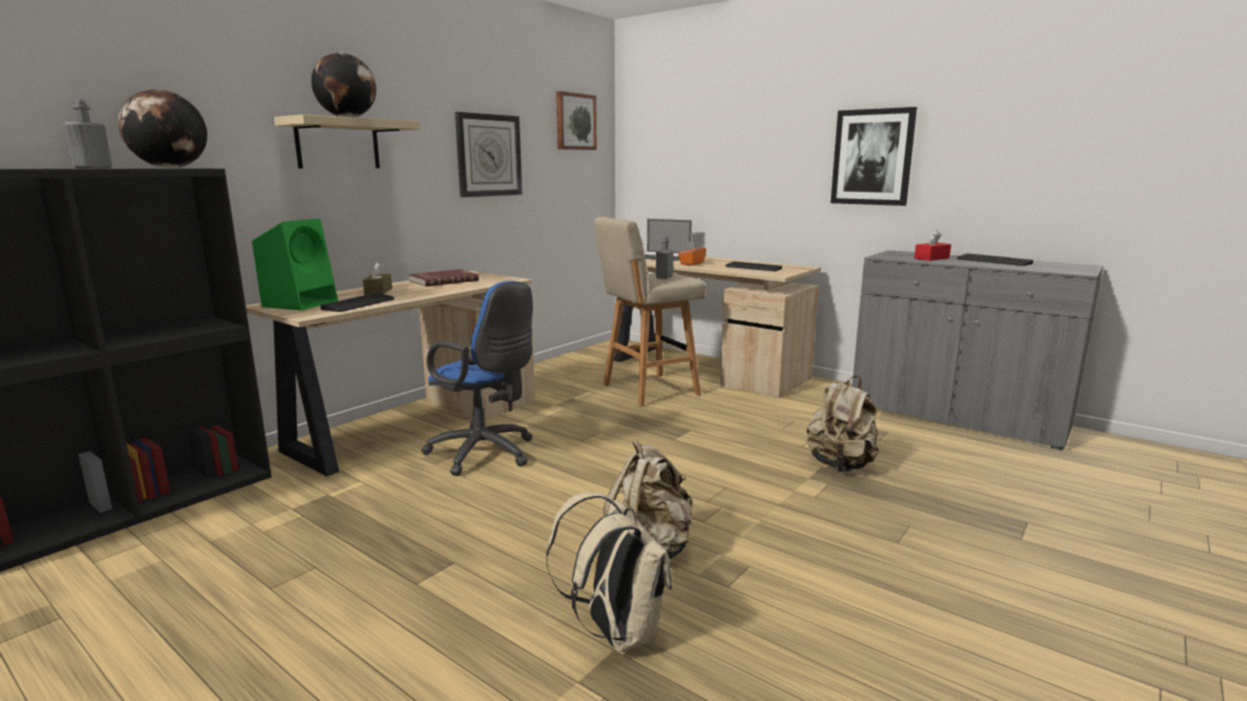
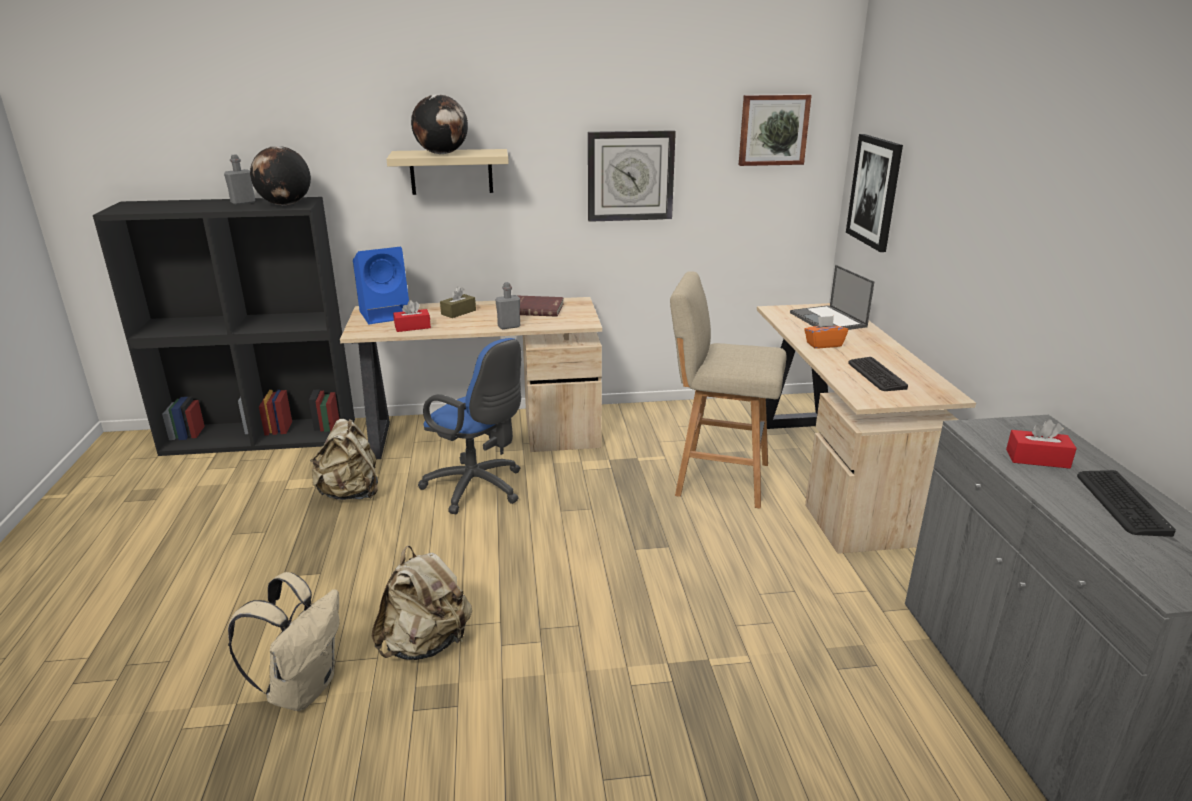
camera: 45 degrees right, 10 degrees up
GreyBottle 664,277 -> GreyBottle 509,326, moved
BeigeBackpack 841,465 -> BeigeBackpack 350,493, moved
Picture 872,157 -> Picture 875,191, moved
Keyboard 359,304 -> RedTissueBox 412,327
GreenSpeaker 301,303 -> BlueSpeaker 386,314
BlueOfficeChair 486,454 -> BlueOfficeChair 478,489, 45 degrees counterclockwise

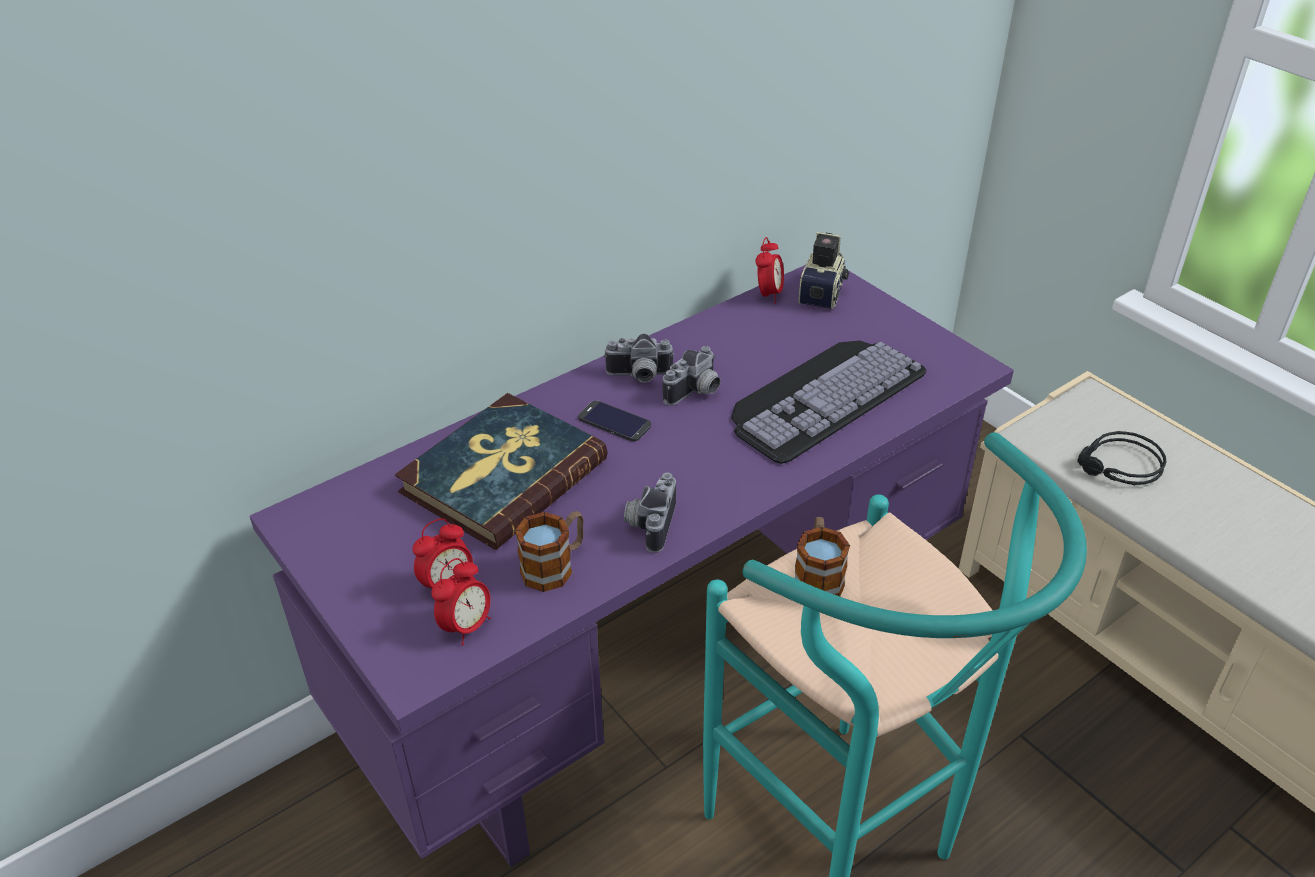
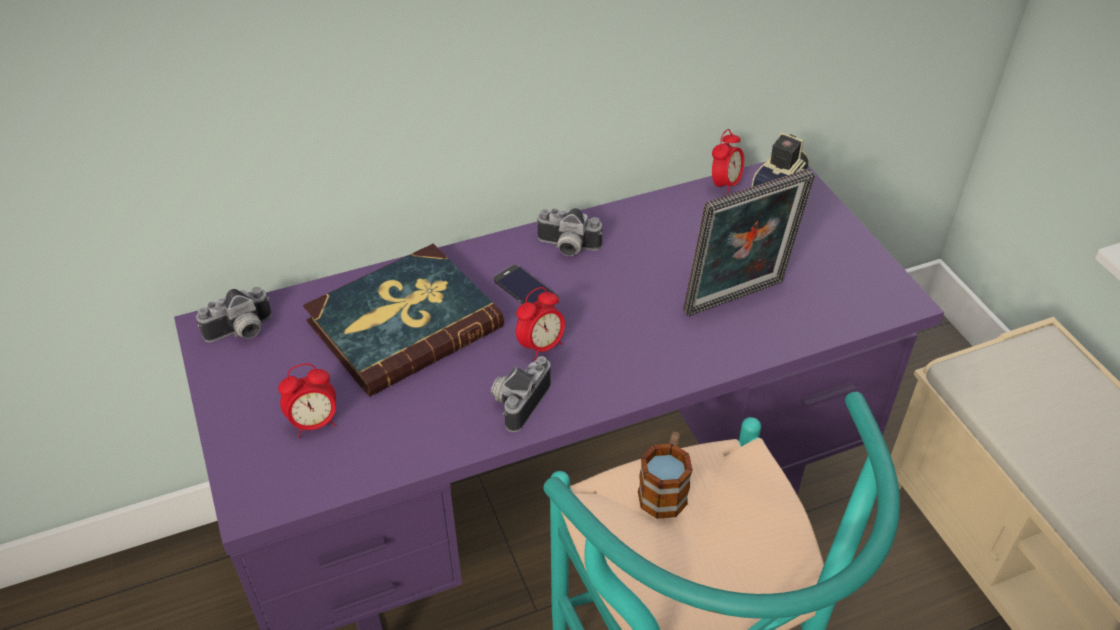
camera: 15 degrees right, 5 degrees up
Mug 555,566 -> none
BlackHeadphones 1119,467 -> none
AlarmClock 466,626 -> AlarmClock 541,346, moved
PhotoCamera 696,393 -> PhotoCamera 241,332, moved
Keyboard 823,394 -> PictureFrame 737,301

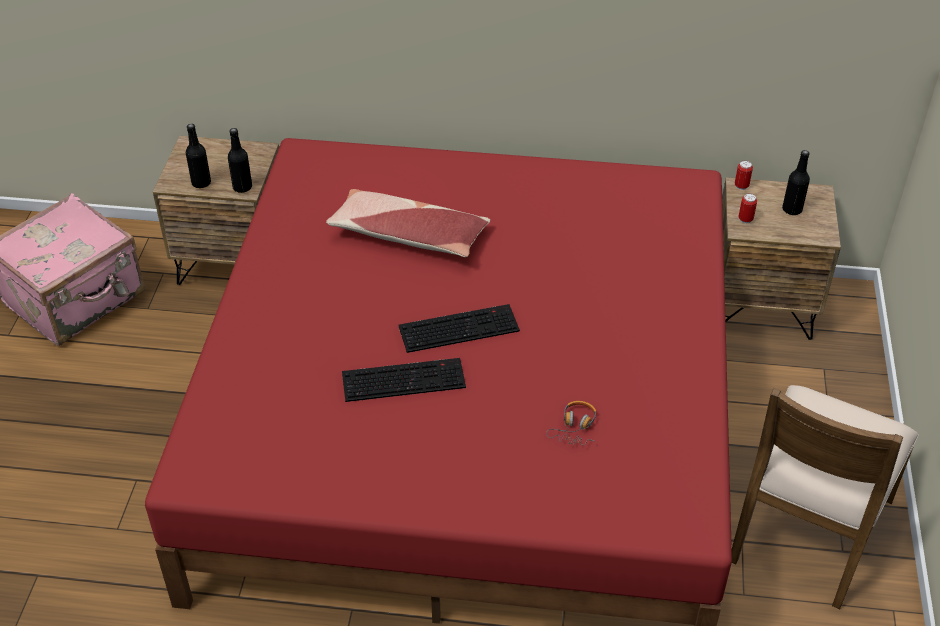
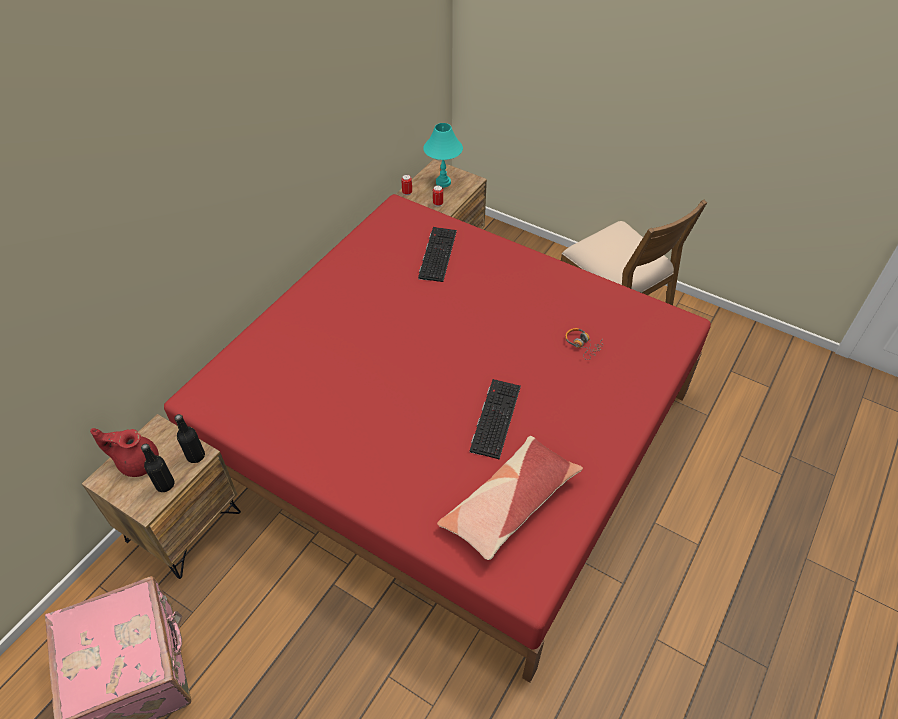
camera: 65 degrees left, 5 degrees up
none -> RedTeapot 137,462
Pillow 408,235 -> Pillow 509,504, moved
Keyboard 459,327 -> Keyboard 437,253, moved
BlackBottle 792,209 -> TurquoiseTableLamp 443,182

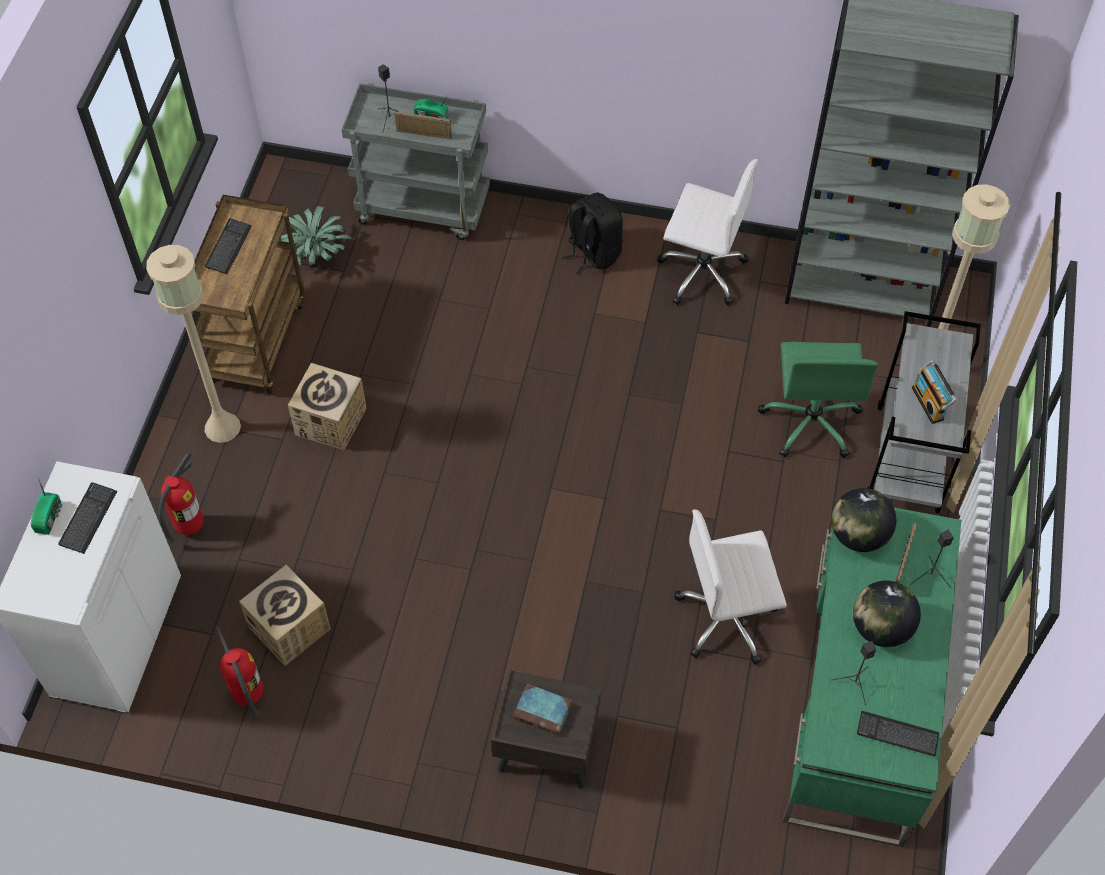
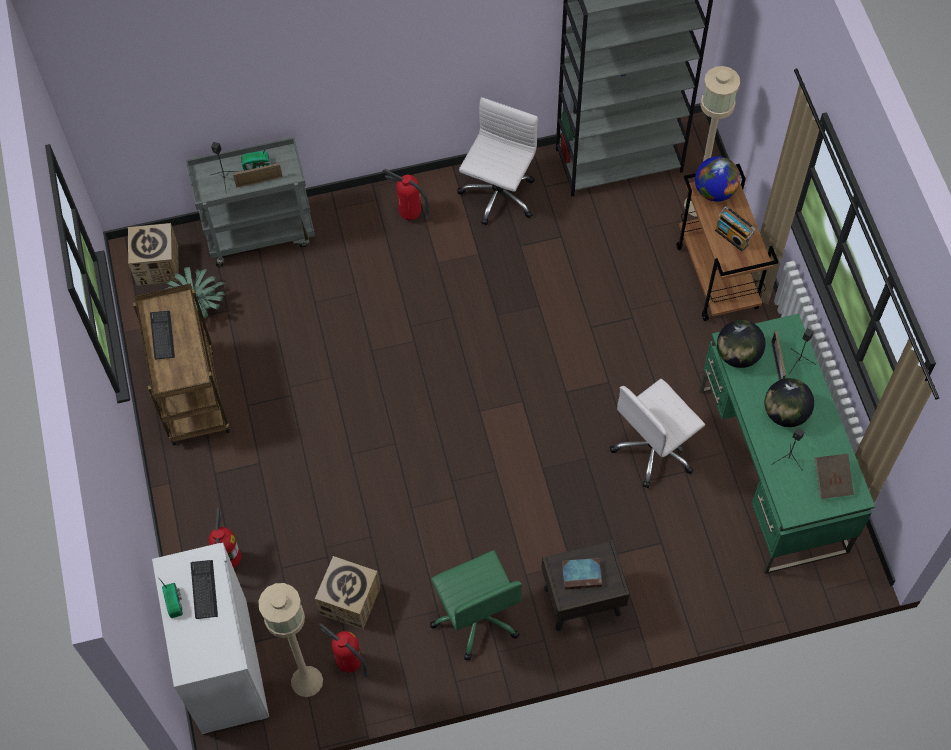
camera: 25 degrees left, 5 degrees up
none -> Globe 714,191
BeigeFloorLamp 223,427 -> BeigeFloorLamp 307,681, moved
CardboardBox 331,421 -> CardboardBox 157,265, moved
GreenOfficeChair 811,421 -> GreenOfficeChair 476,616, moved
BlackBackpack 592,252 -> FireExtinguisher 409,215
Keyboard 897,734 -> BrownBook 832,480
GreyCart 908,459 -> BrownCart 717,278
WhiteOfficeChair 700,271 -> WhiteOfficeChair 497,197, 60 degrees counterclockwise

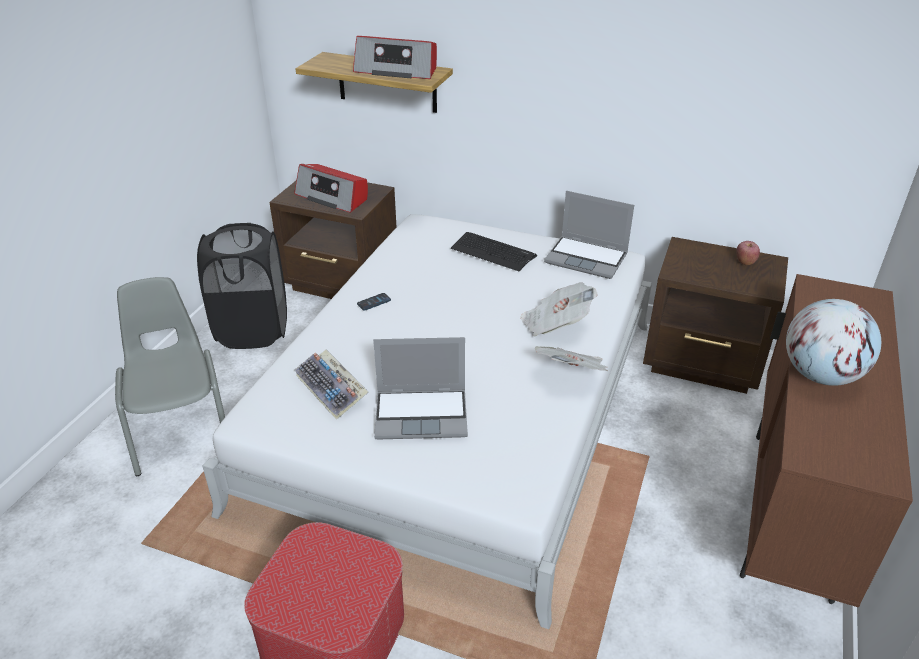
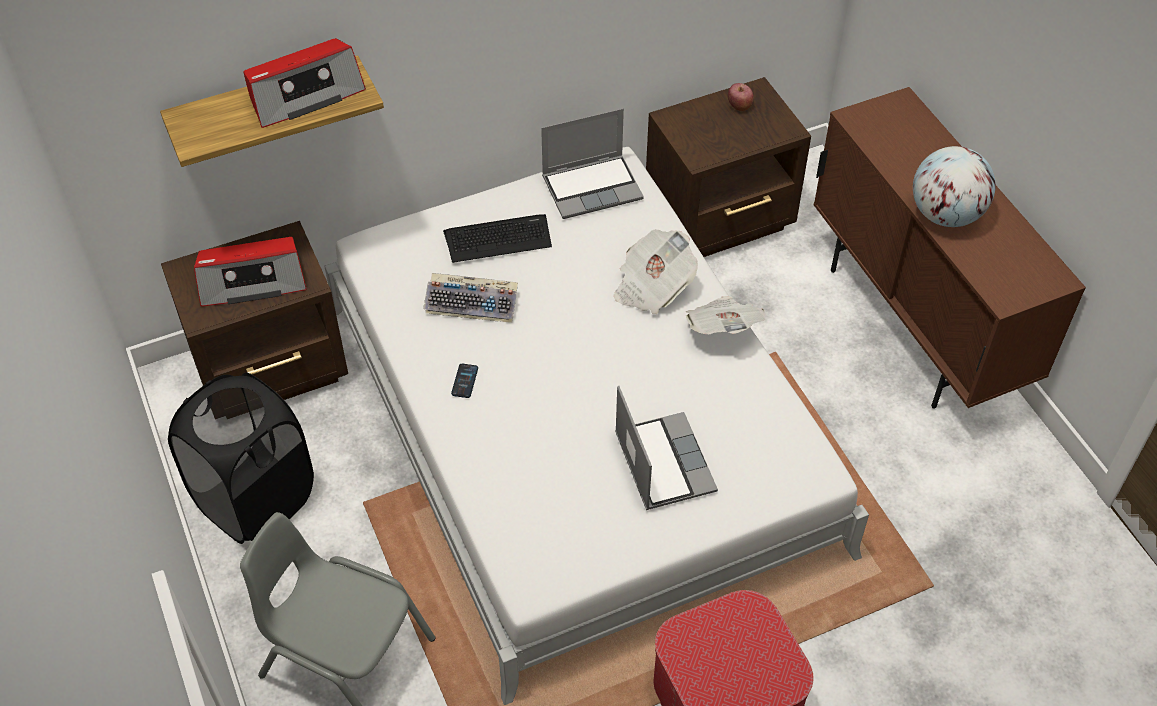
camera: 45 degrees left, 15 degrees up
Keyboard 332,389 -> Keyboard 473,303, moved
Laptop 422,414 -> Laptop 662,462, 60 degrees counterclockwise

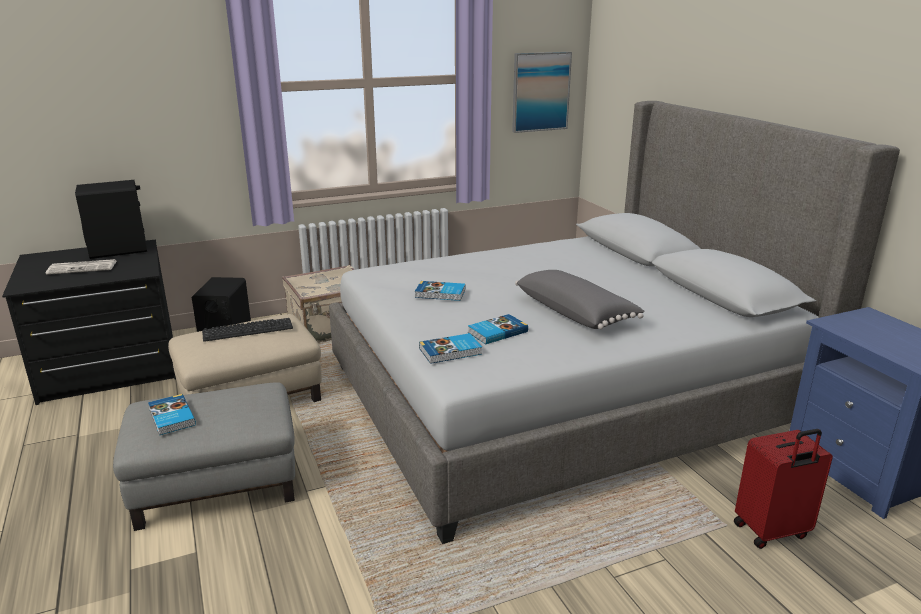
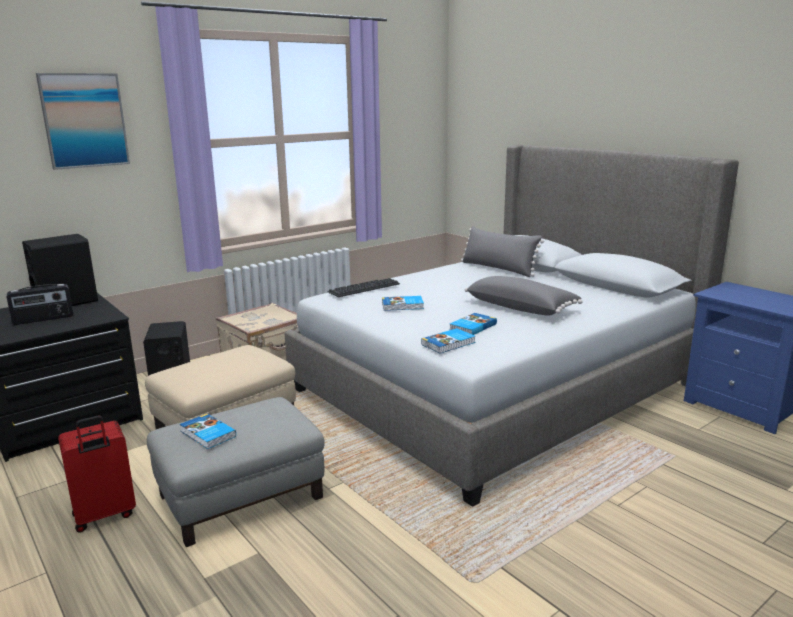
camera: 15 degrees left, 5 degrees down
none -> GreyPillow 498,269
Keyboard 248,330 -> Keyboard 364,288, moved
Picture 540,92 -> Picture 84,120, moved
RedSuitcase 772,532 -> RedSuitcase 104,516, moved
Newspaper 83,268 -> Radio 43,319

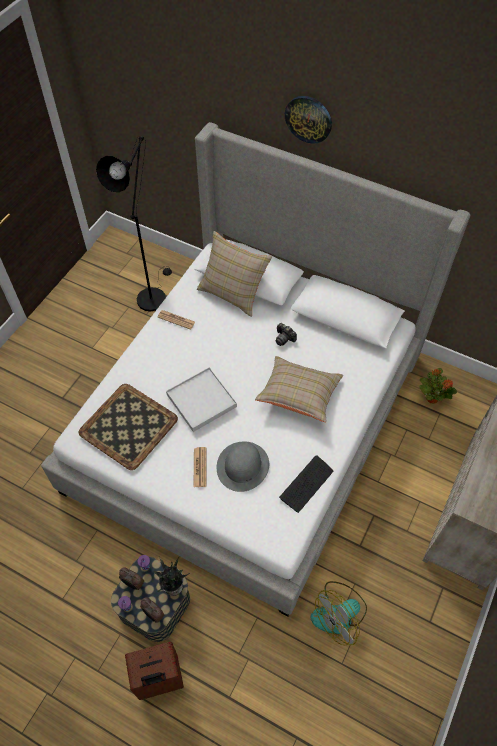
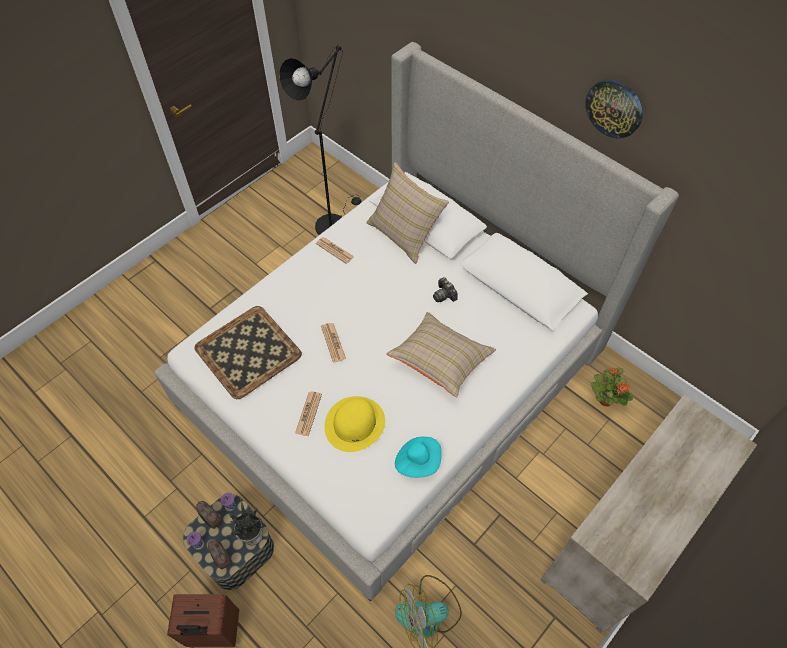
camera: 15 degrees right, 0 degrees up
WallClock 308,119 -> WallClock 614,108, moved
WhiteTray 201,401 -> Newspaper 333,342
Keyboard 306,484 -> TurquoiseHat 418,461
GreyHat 243,466 -> YellowHat 354,424

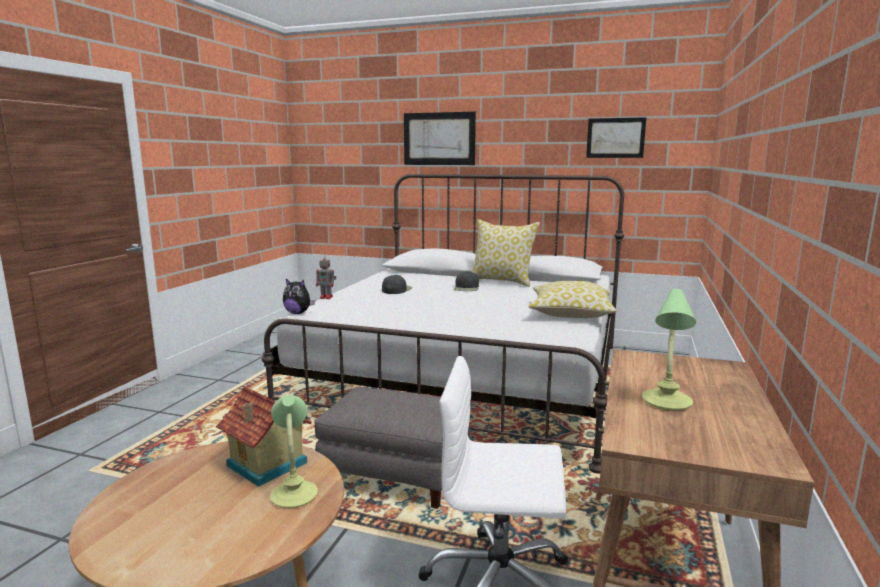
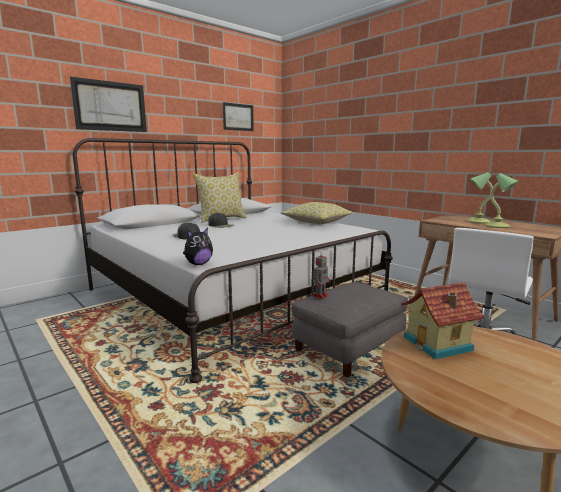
camera: 60 degrees left, 0 degrees up
TableLamp 294,494 -> TableLamp 477,221, moved
ToyRobot 327,297 -> ToyRobot 320,295, moved

